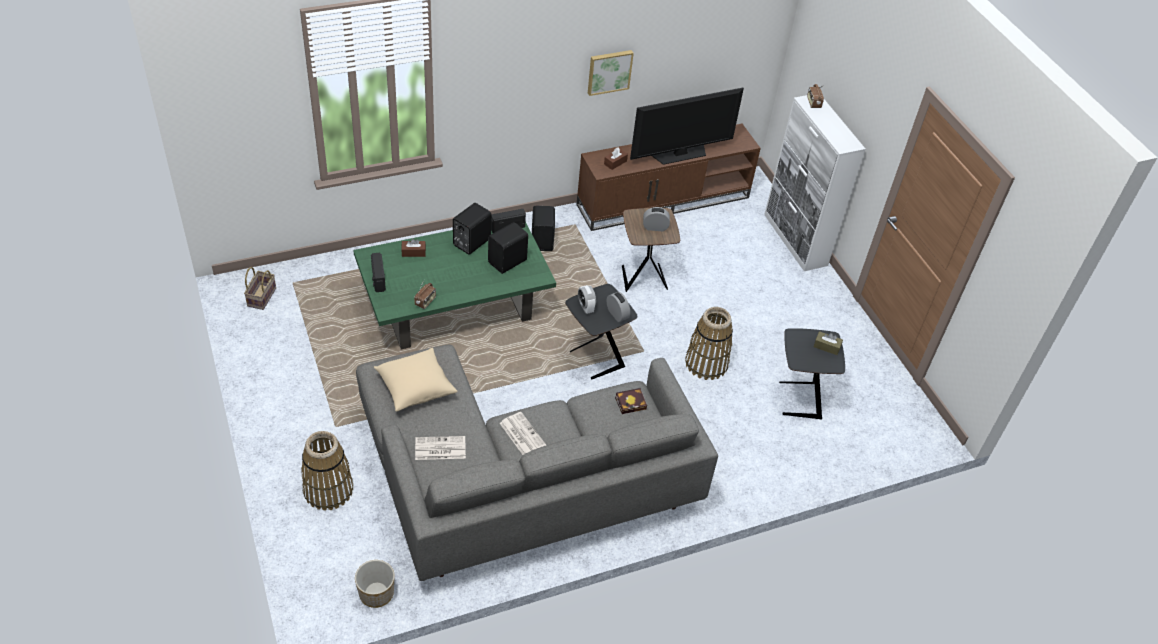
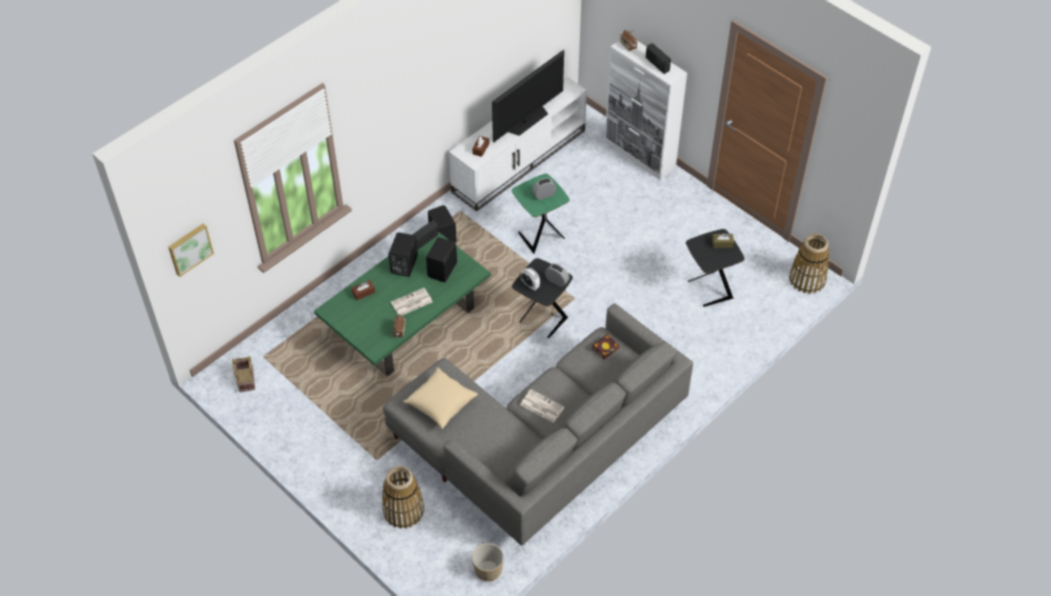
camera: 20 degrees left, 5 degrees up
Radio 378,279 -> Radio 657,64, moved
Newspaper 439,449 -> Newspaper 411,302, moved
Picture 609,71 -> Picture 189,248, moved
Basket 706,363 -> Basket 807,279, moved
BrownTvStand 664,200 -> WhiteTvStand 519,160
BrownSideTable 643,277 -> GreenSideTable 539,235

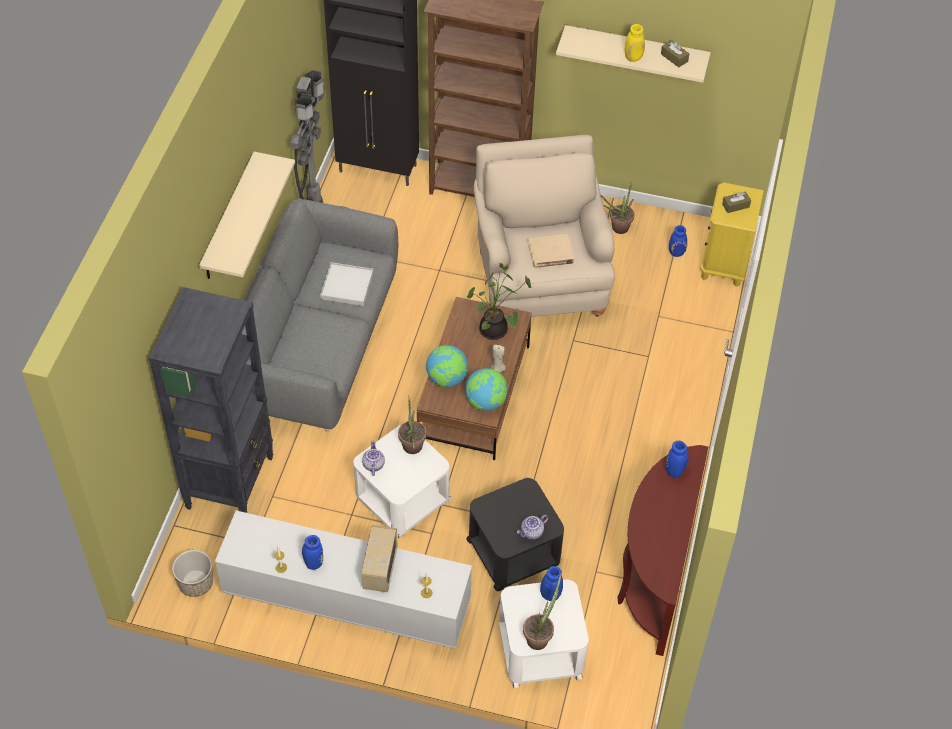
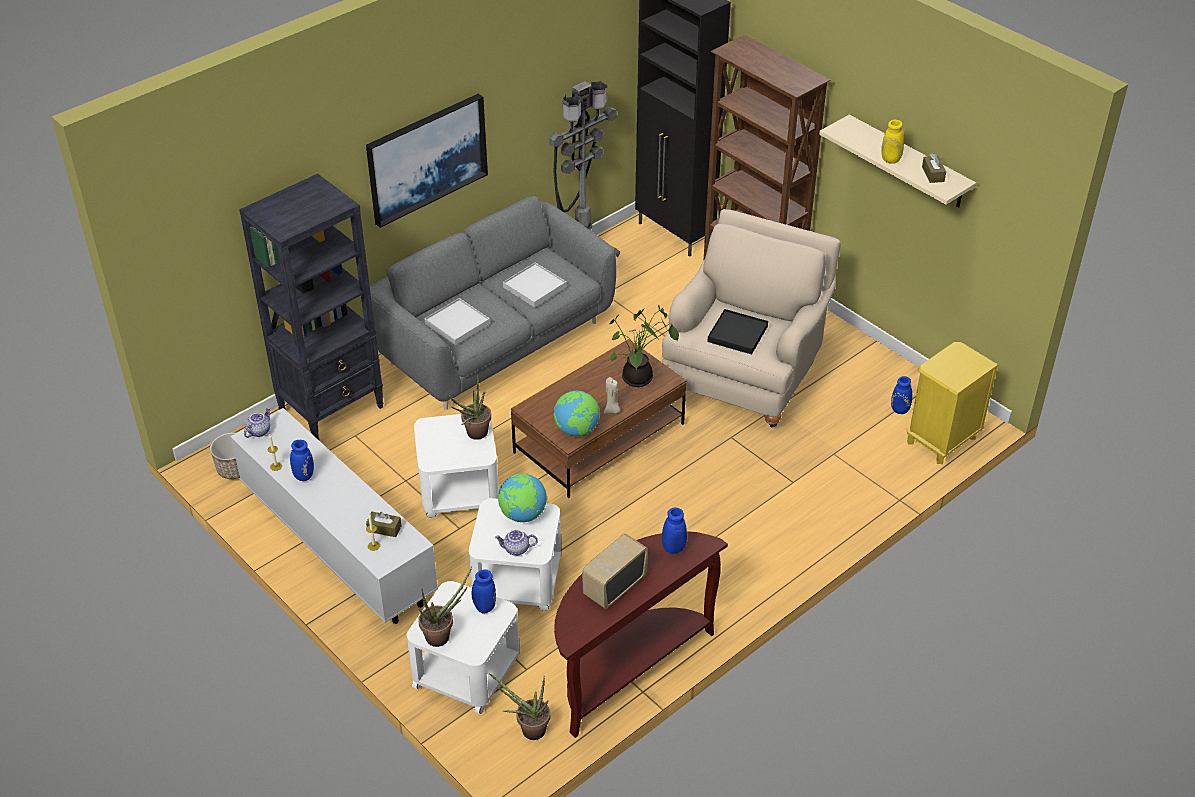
camera: 35 degrees right, 10 degrees down
none -> WhiteTray 457,323
Radio 379,569 -> Radio 614,586, moved
Teapot 373,465 -> Teapot 259,431, moved
Globe 447,379 -> Globe 523,515, moved
PottedPlant 616,229 -> PottedPlant 528,730, moved
BrownTissueBox 735,206 -> BrownTissueBox 384,528, moved
BeigeShelf 228,218 -> Picture 426,158
BeigeBook 550,253 -> BlackTray 737,334
BlackSideTable 514,552 -> WhiteSideTable 517,579

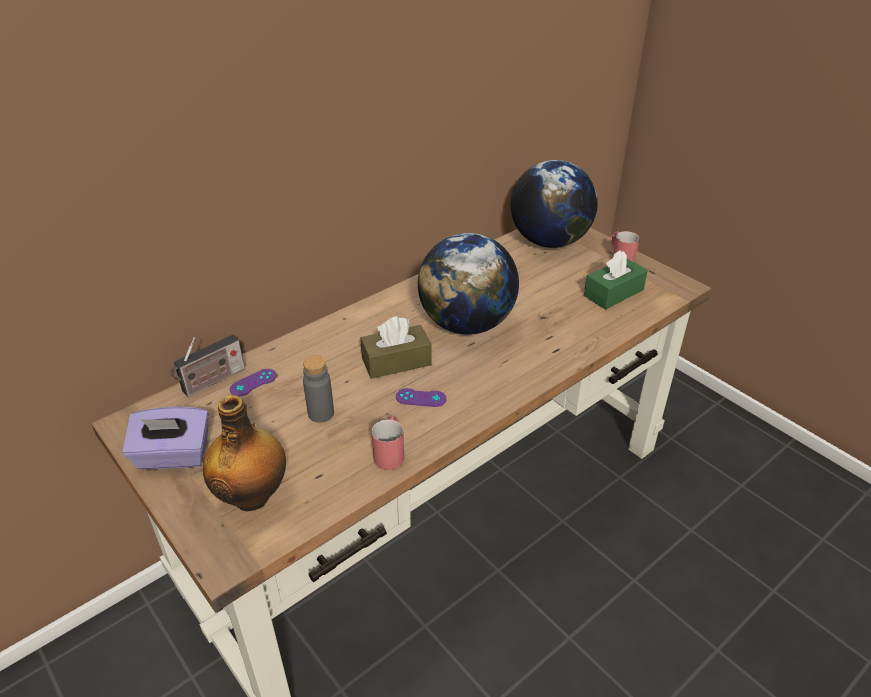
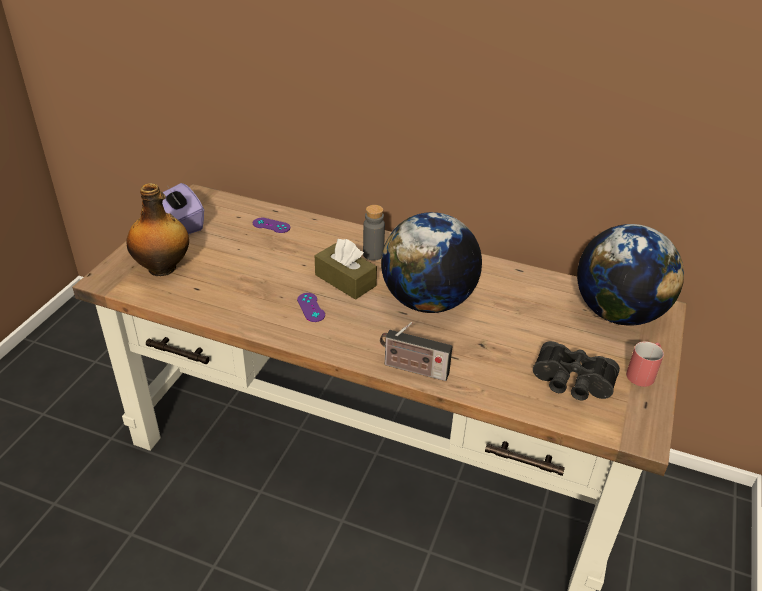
camera: 60 degrees right, 0 degrees up
RedMug 390,452 -> none
Radio 211,382 -> Radio 413,369, moved
GreyBottle 321,413 -> GreyBottle 373,254, moved
GreenTissueBox 613,293 -> BlackBinoculars 571,383

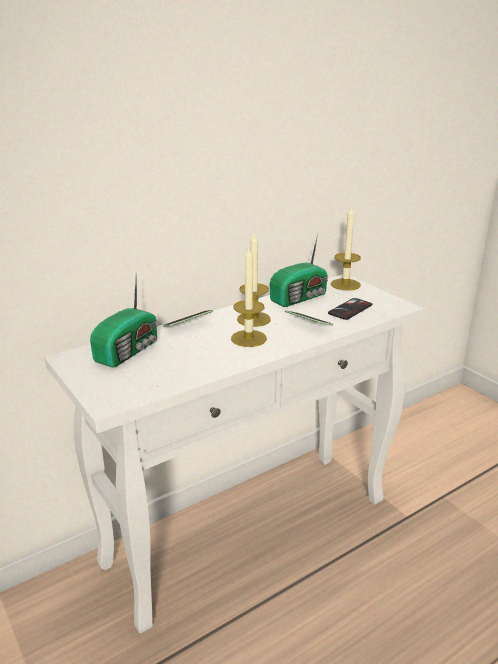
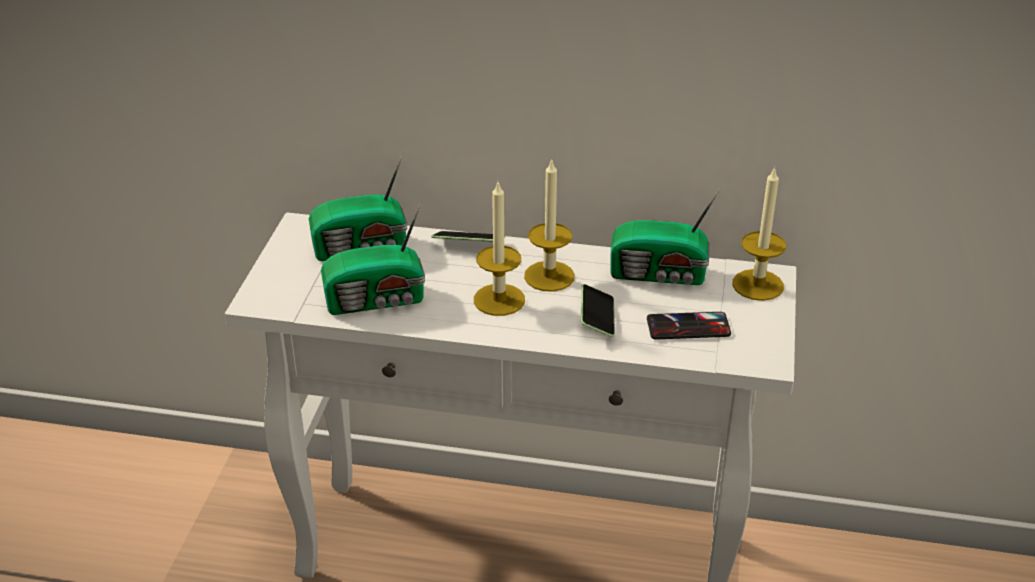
camera: 45 degrees right, 10 degrees up
none -> Radio 378,300

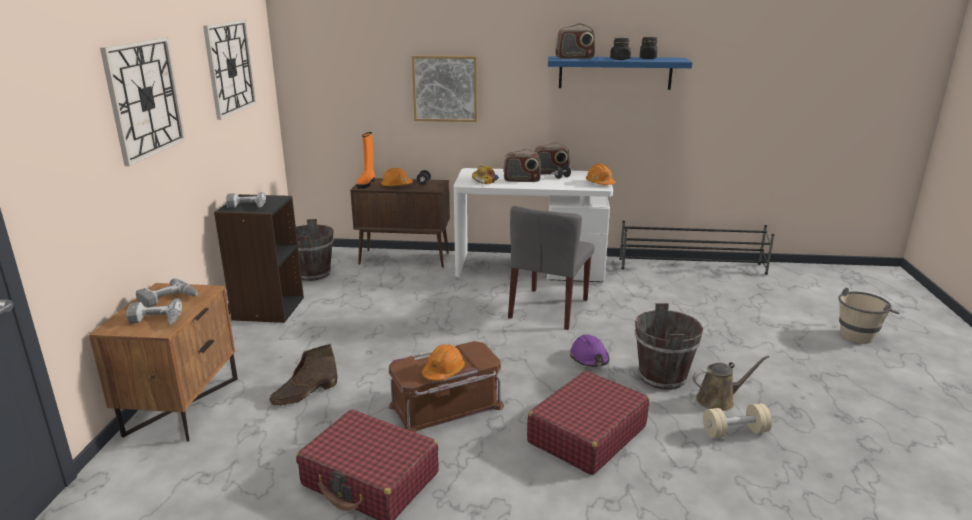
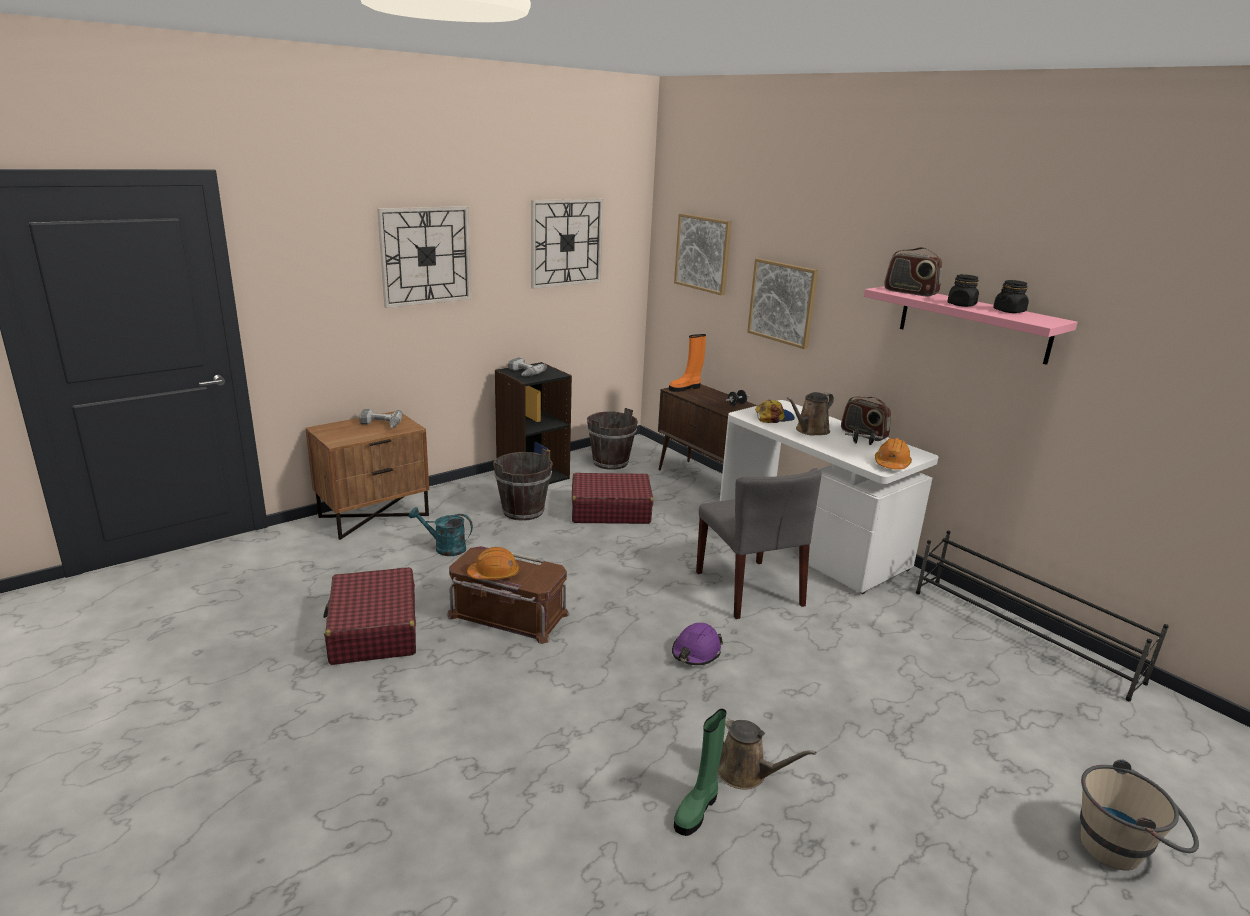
camera: 45 degrees right, 0 degrees up
PowerDrill 155,320 -> none
OrangeHardHat 396,186 -> none
none -> Picture 703,253
RedSuitcase 586,434 -> RedSuitcase 610,510, moved
BrownBucket 663,377 -> BrownBucket 523,511, moved
BrownBoot 304,393 -> TurquoiseWateringCan 444,548
Radio 522,180 -> BrownWateringCan 810,431
BeigeDumbbell 735,432 -> GreenBoot 697,809
BlueShelf 615,72 -> PinkShelf 973,323
GreyChair 549,309 -> GreyChair 749,589, 90 degrees counterclockwise

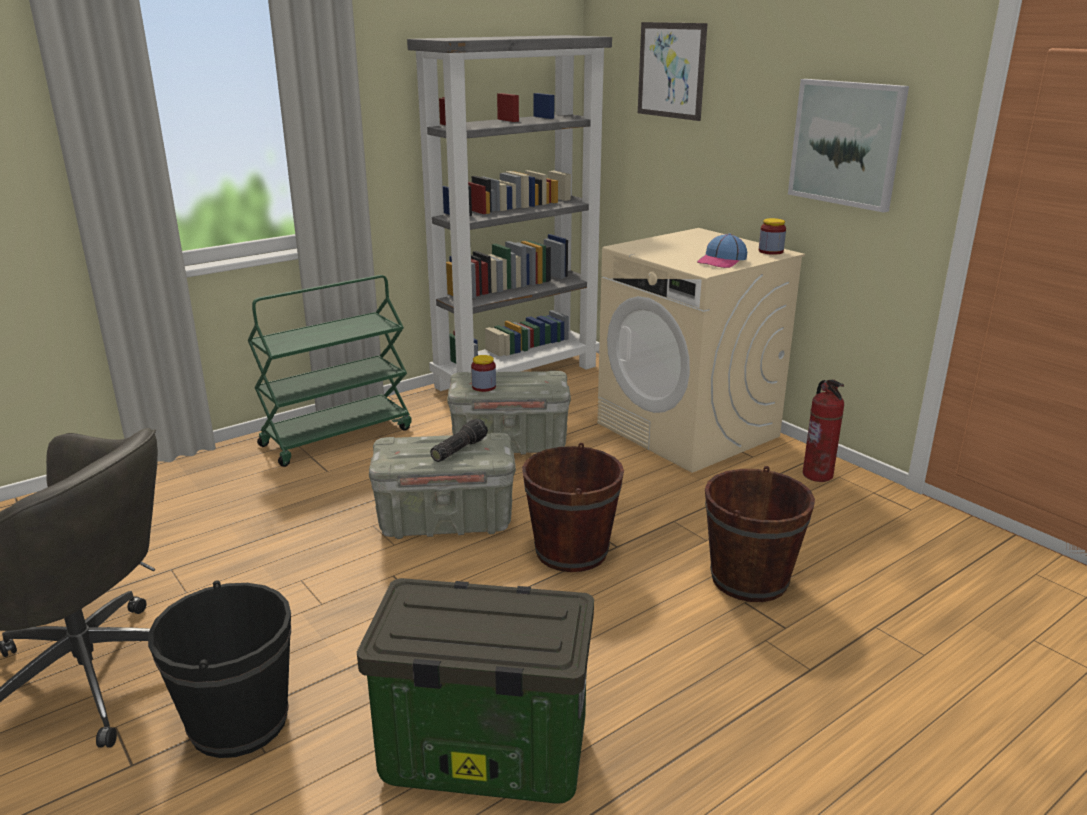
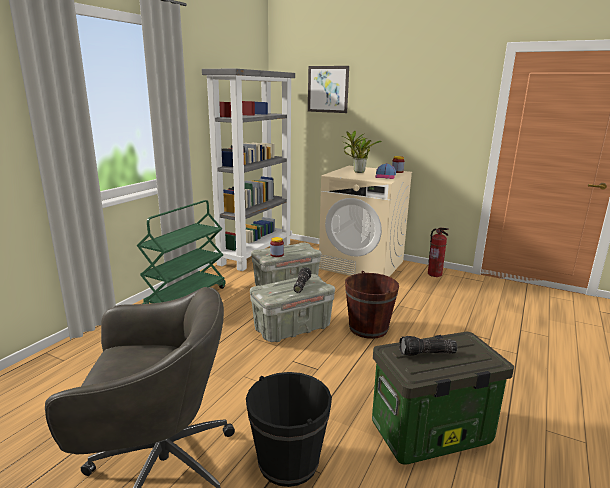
camera: 25 degrees left, 5 degrees down
BrownBucket 749,579 -> none
Picture 846,143 -> none
none -> PottedPlant 357,172
none -> Flashlight 427,354

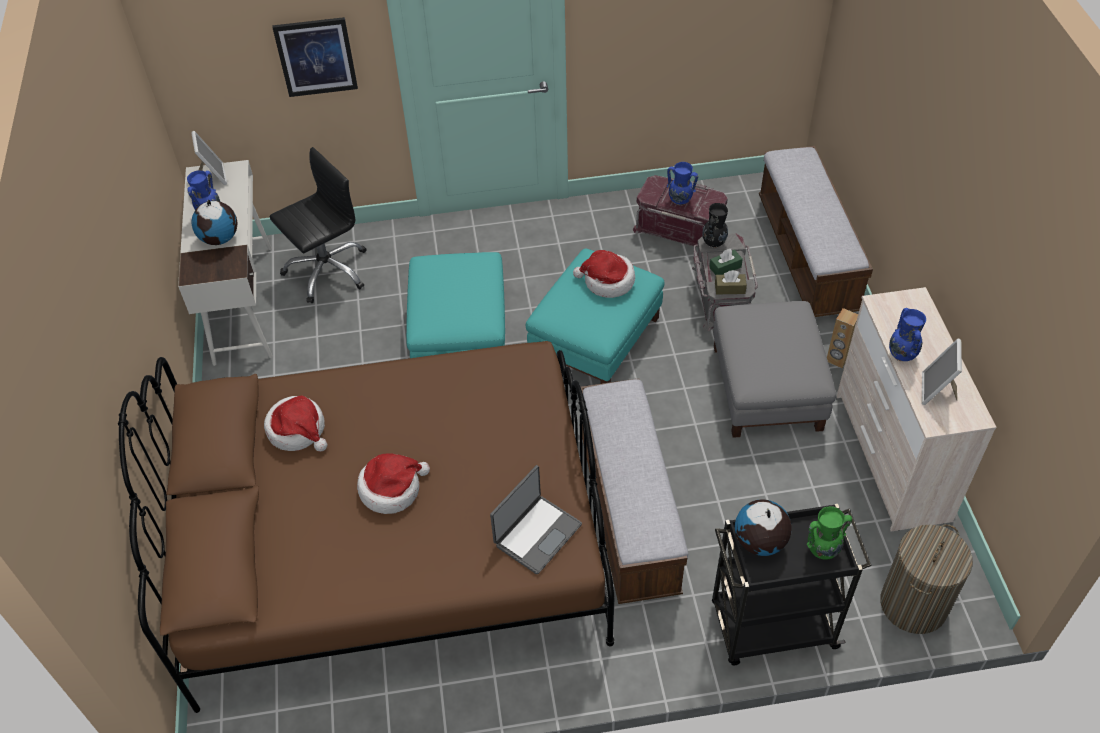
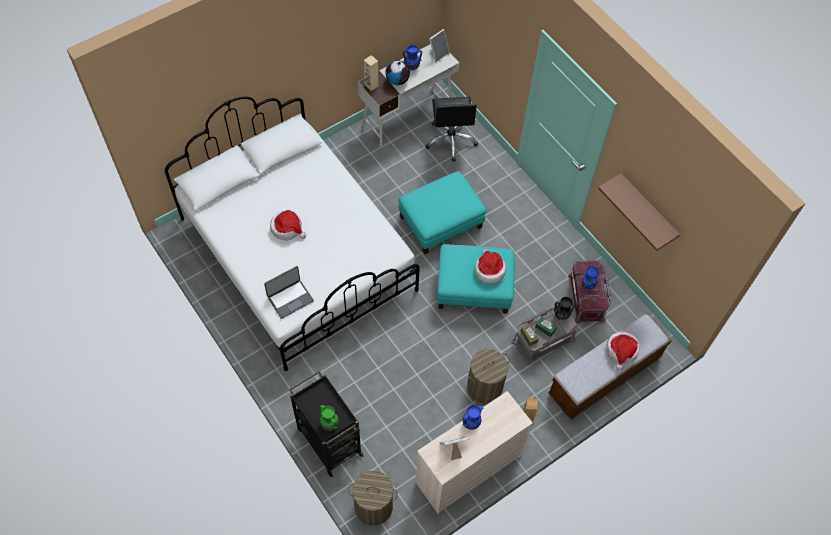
camera: 60 degrees right, 10 degrees up
Picture 316,57 -> none
Bench 628,510 -> none
Globe 759,542 -> none
none -> BeigeSpeaker 371,85
none -> BrownShelf 647,210
Hat 298,430 -> Hat 621,351, moved
GreyOttoman 765,387 -> LaundryBasket 484,387
BrownBed 395,544 -> WhiteBed 298,254
BlackOfficeChair 327,270 -> BlackOfficeChair 451,140, 60 degrees clockwise
Laptop 536,534 -> Laptop 290,298, 45 degrees counterclockwise

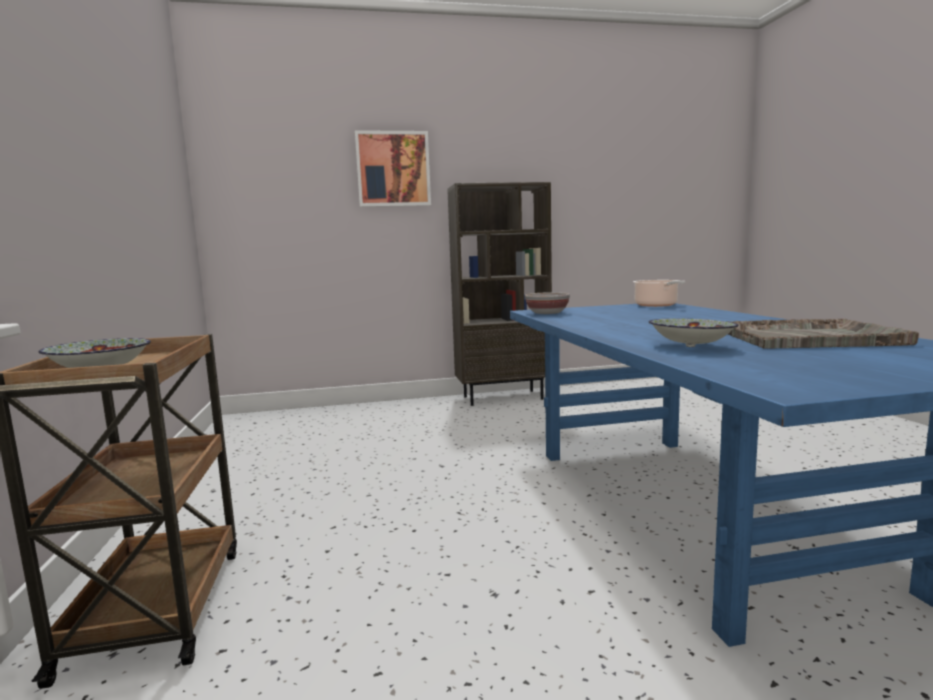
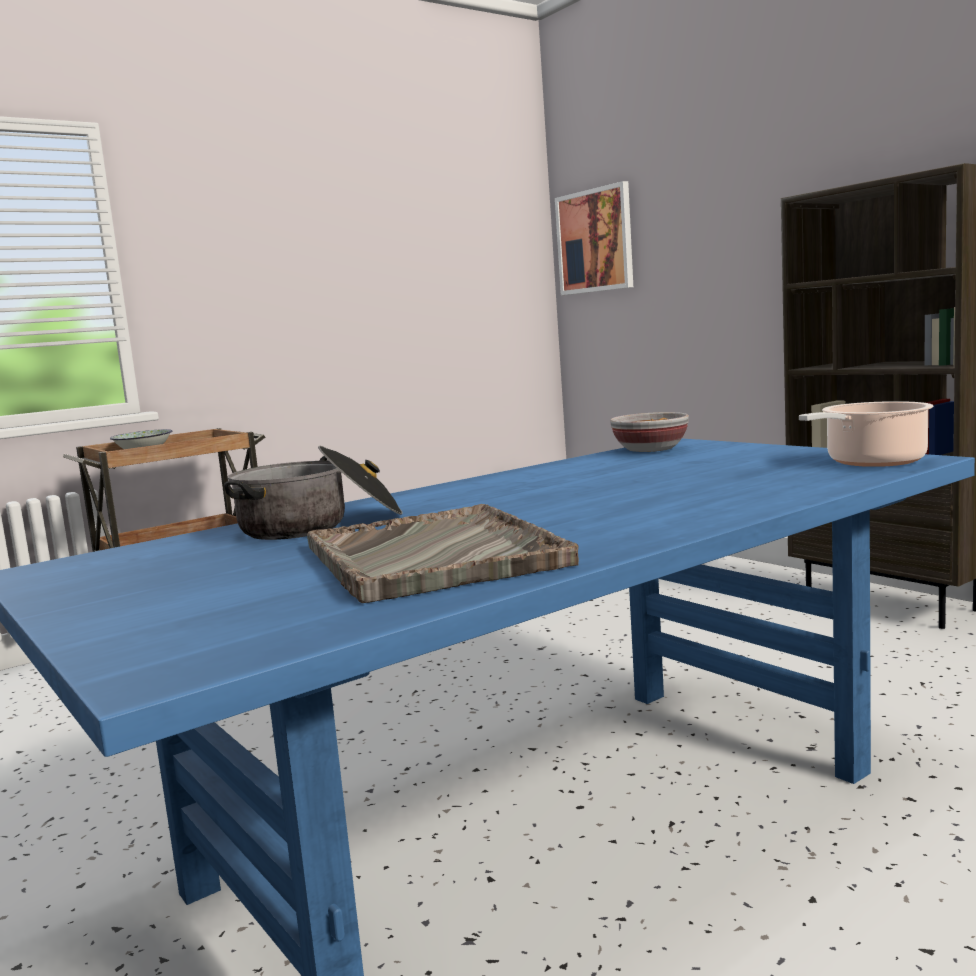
camera: 65 degrees right, 0 degrees up
Picture 393,169 -> Picture 595,241, moved
Bowl 690,346 -> CookingPot 319,525

